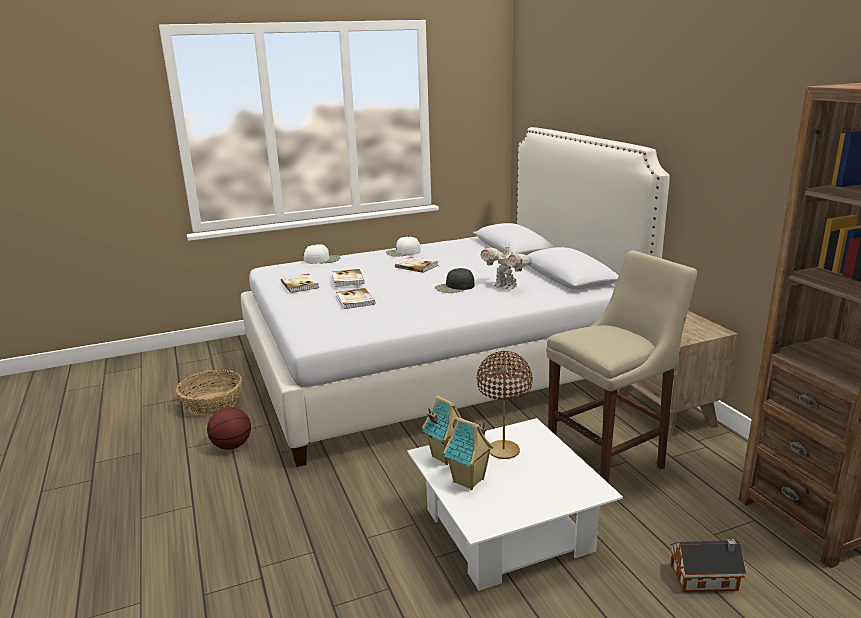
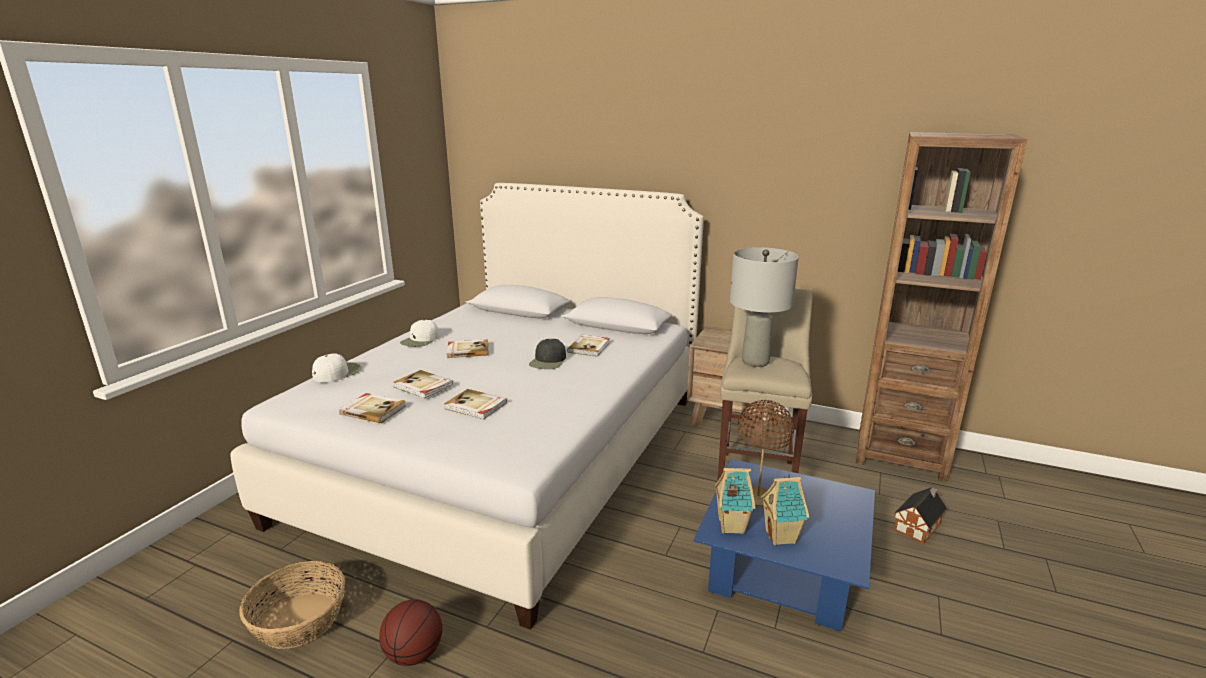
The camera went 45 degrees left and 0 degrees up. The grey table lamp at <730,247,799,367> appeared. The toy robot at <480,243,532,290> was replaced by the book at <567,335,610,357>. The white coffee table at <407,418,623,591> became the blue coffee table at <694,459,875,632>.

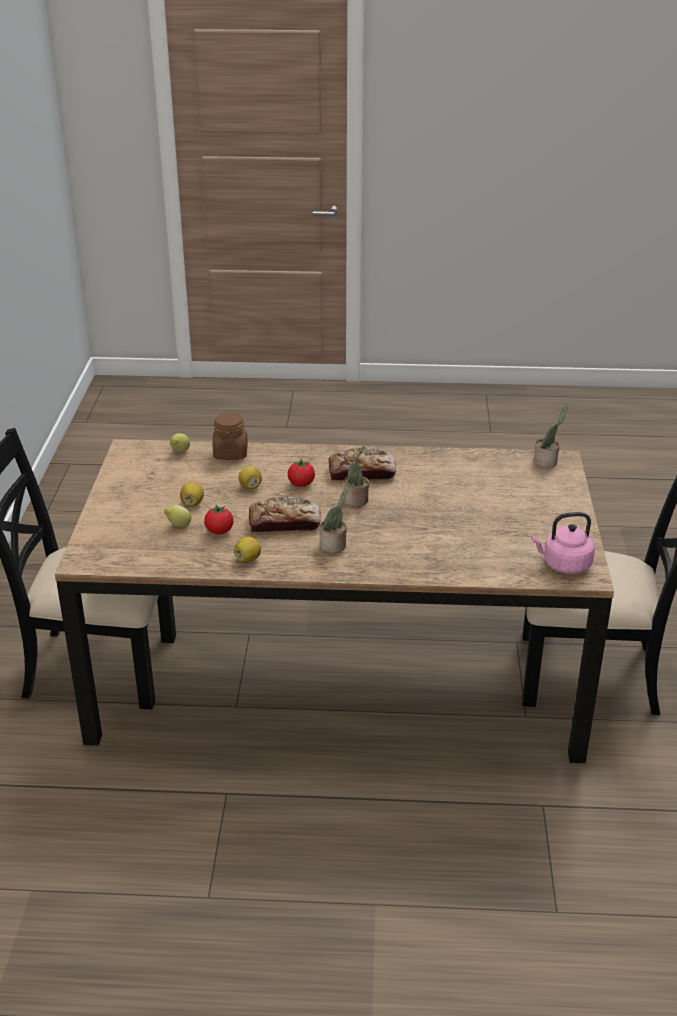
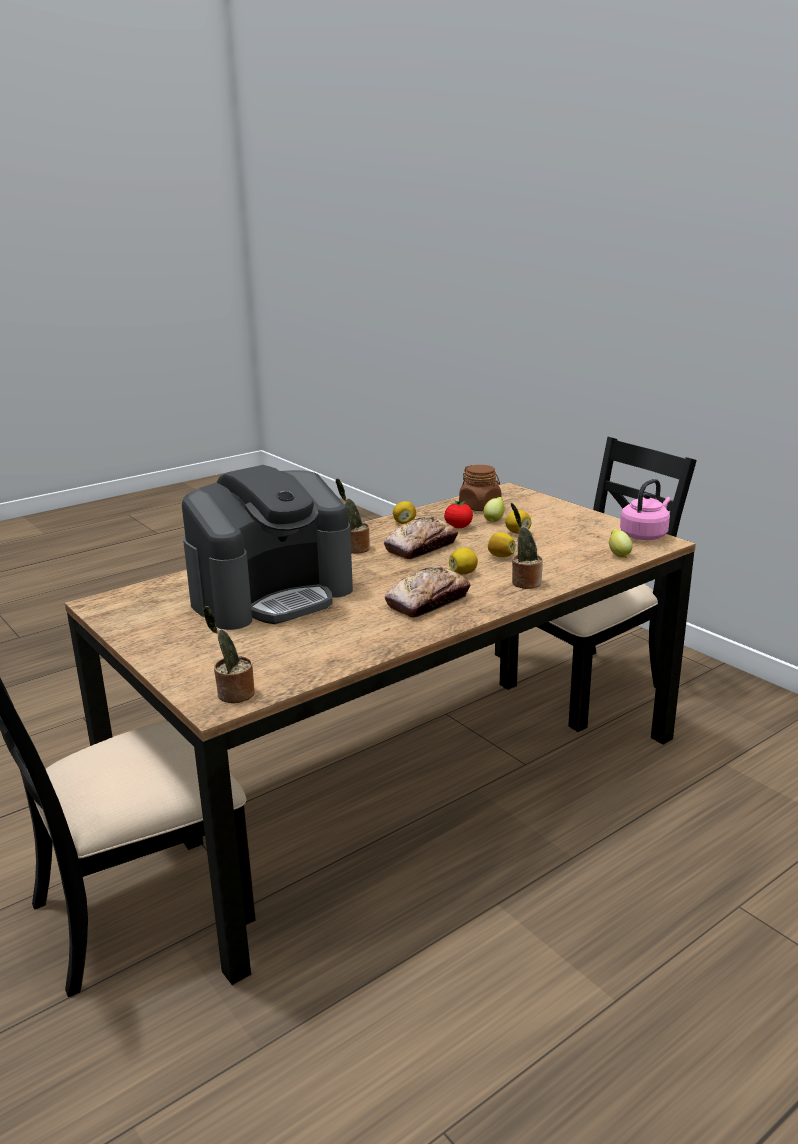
The camera went 140 degrees right and 10 degrees down. The coffee machine at <182,465,353,630> appeared. The brown jar moved from <213,413,248,460> to <459,465,502,511>. The potted plant moved from <343,446,369,507> to <511,503,543,589>. The pink kettle moved from <531,512,595,574> to <620,479,671,540>. The tomato at <288,459,315,487> was replaced by the lemon at <449,548,478,574>.

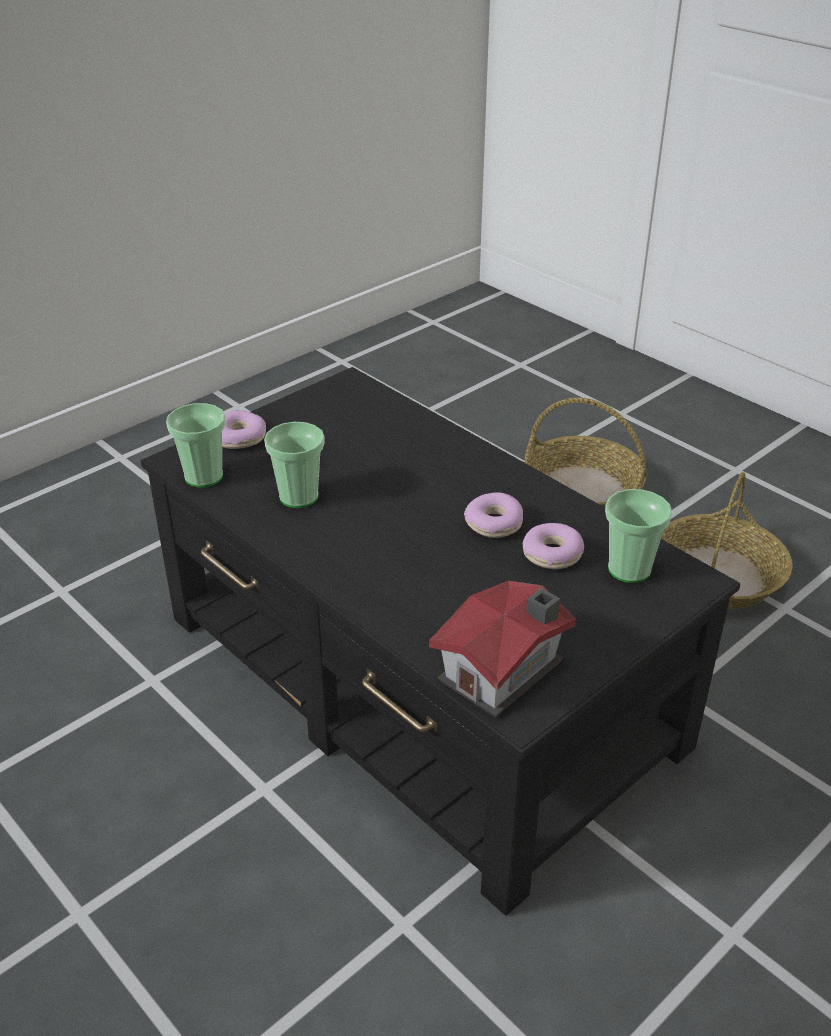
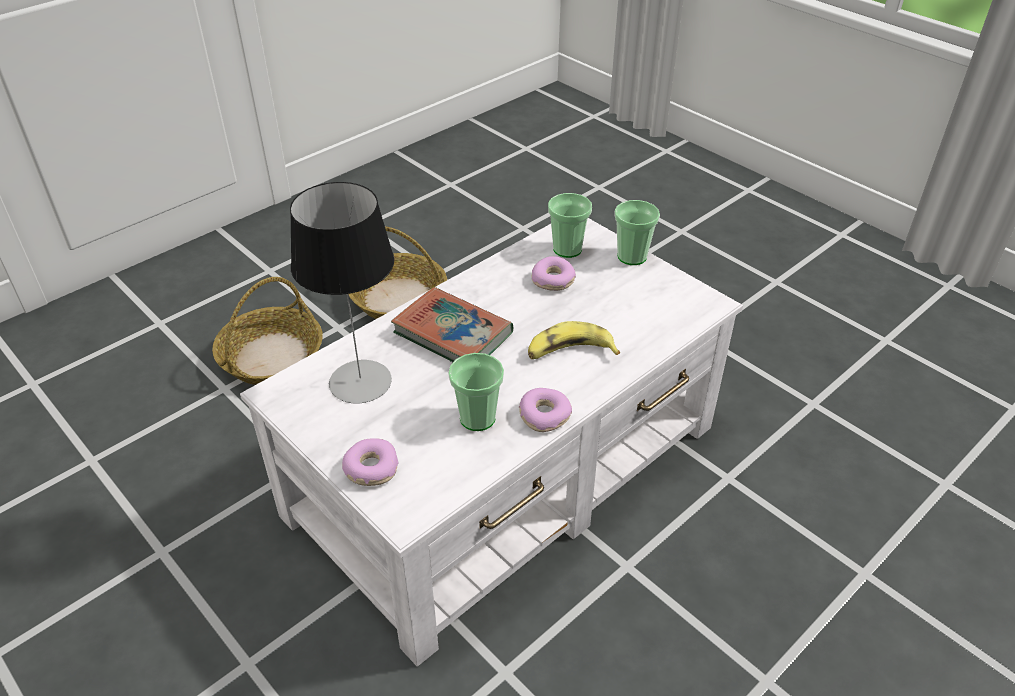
The camera went 90 degrees left and 5 degrees up. The toy house at <429,581,576,717> disappeared. The table lamp at <290,182,394,403> appeared. The book at <391,287,513,362> appeared. The banana at <528,321,620,359> appeared. The cup moved from <166,403,226,488> to <614,200,660,265>. The donut moved from <464,492,523,538> to <519,388,572,432>. The black coffee table at <140,367,741,916> became the white coffee table at <240,218,743,667>.

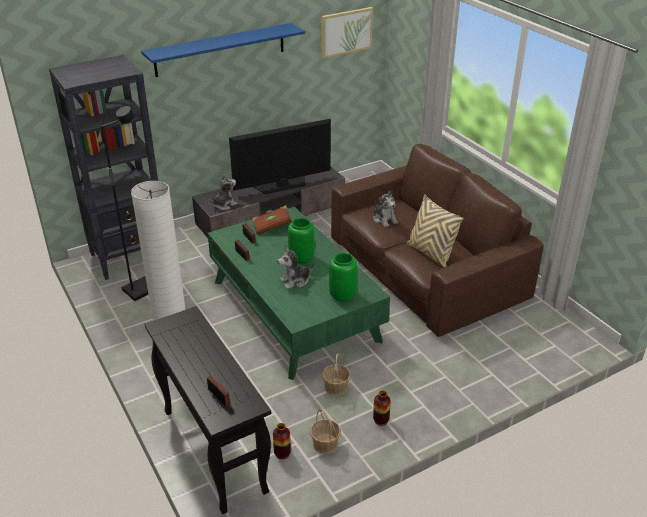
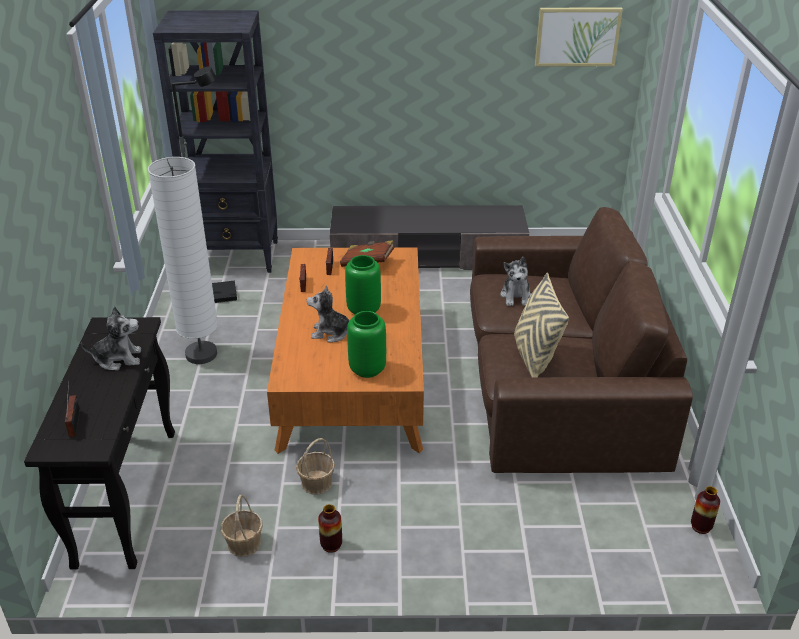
The camera went 30 degrees right and 0 degrees up. The blue shelf at <141,23,305,77> disappeared. The television at <229,119,331,194> disappeared. The plush toy moved from <208,174,238,210> to <81,306,141,371>. The vase moved from <273,423,291,459> to <691,486,720,534>. The green coffee table at <208,207,390,380> became the orange coffee table at <267,247,424,454>.

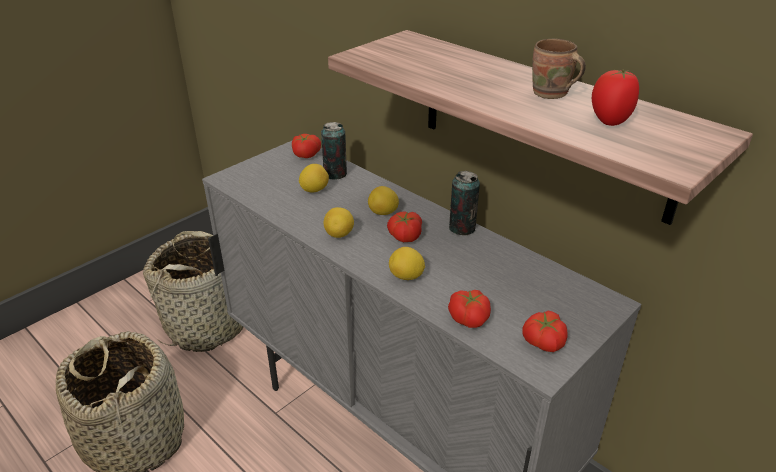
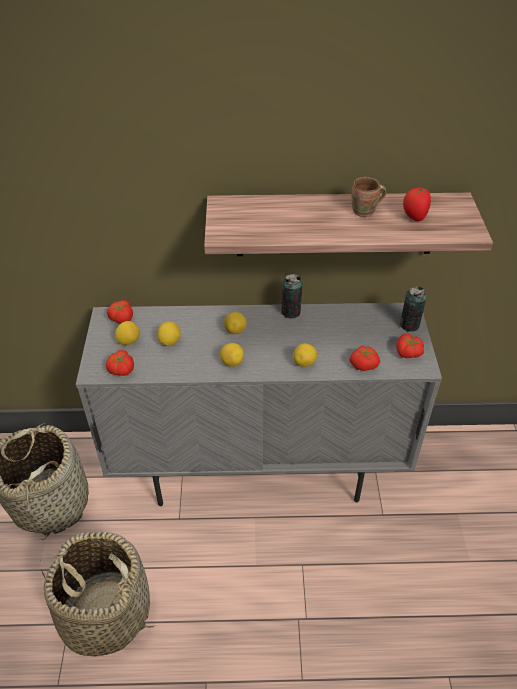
The camera went 45 degrees left and 10 degrees up. The lemon at <115,321,140,345> appeared. The can moved from <321,122,347,180> to <400,286,427,332>. The tomato moved from <387,212,422,242> to <106,350,134,376>.

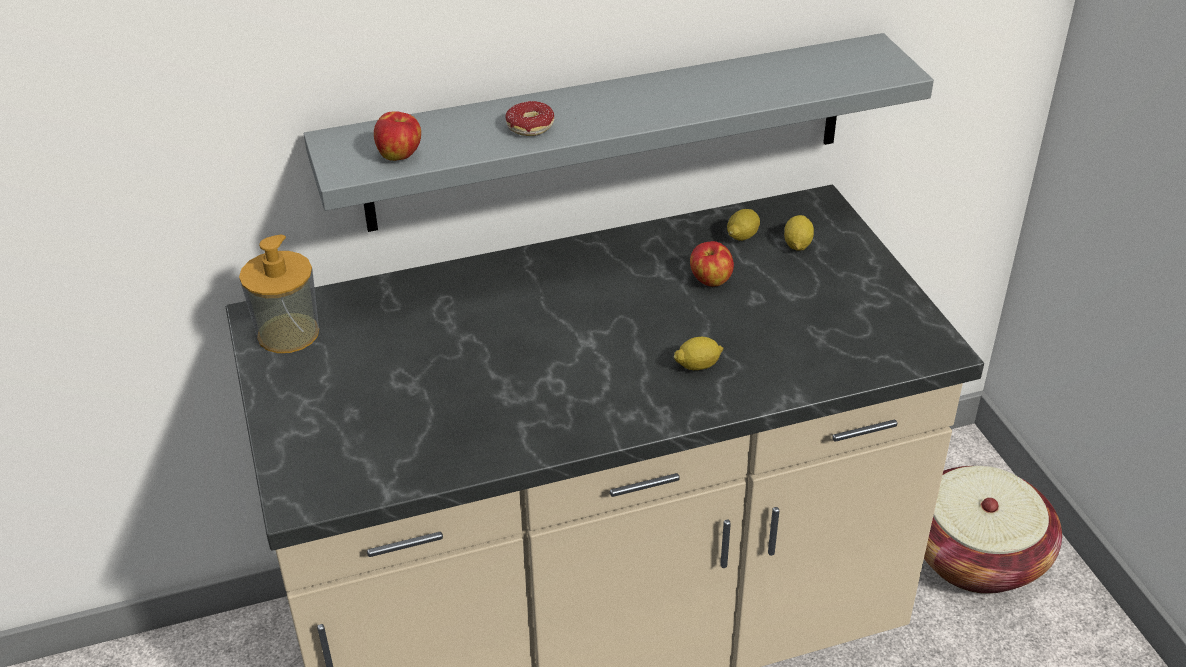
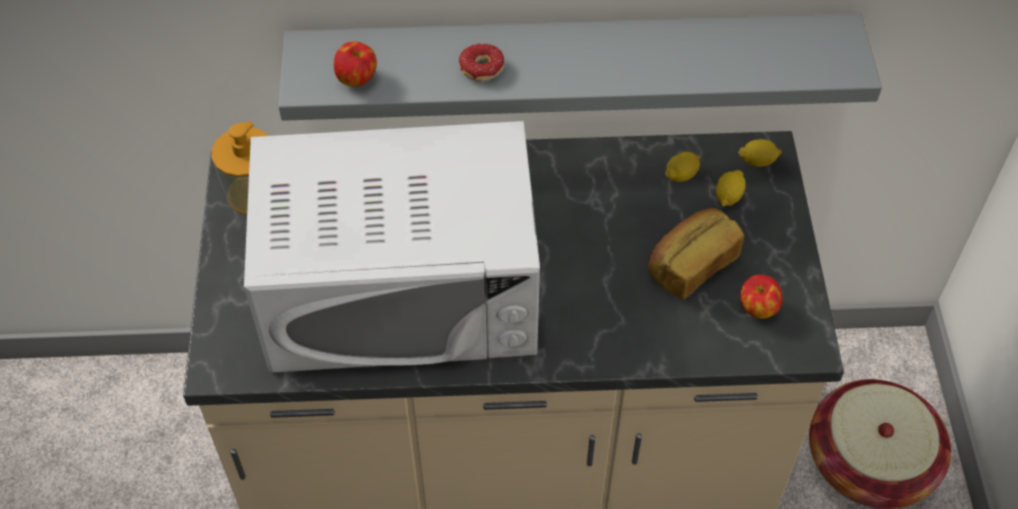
The camera went 15 degrees right and 15 degrees up. The white microwave at <244,121,540,372> appeared. The bread at <648,208,744,300> appeared. The lemon moved from <674,337,723,370> to <738,139,782,167>. The apple moved from <690,241,734,286> to <741,275,783,319>.

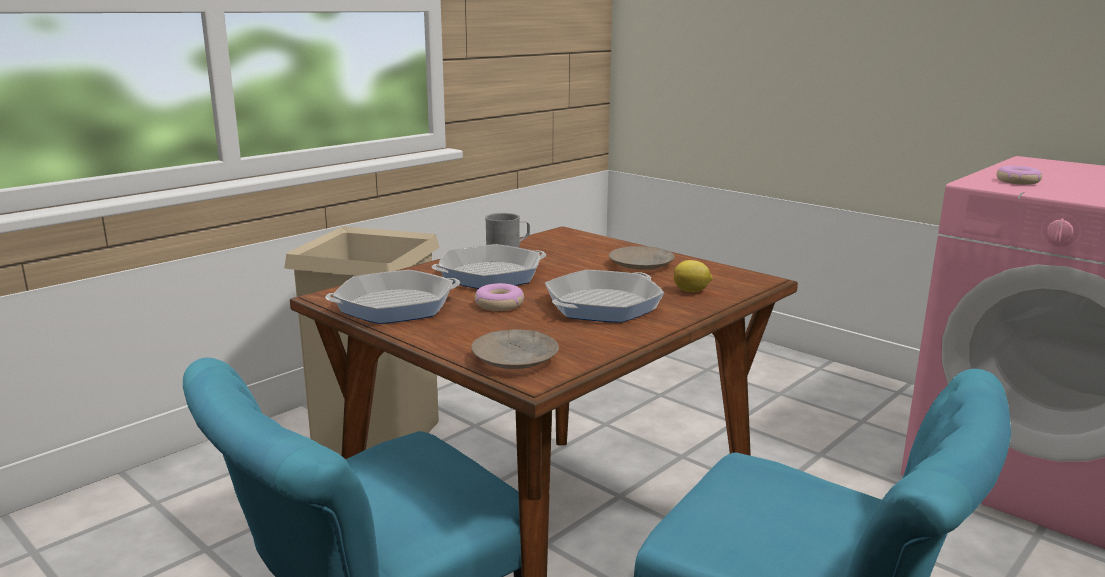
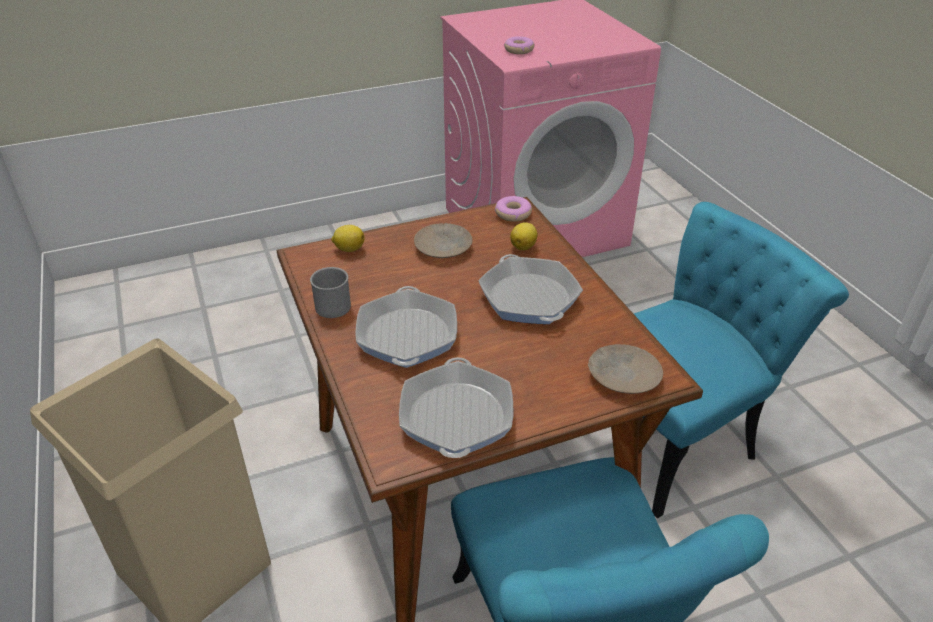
The camera went 65 degrees left and 20 degrees up. The lemon at <331,225,365,252> appeared. The donut moved from <475,283,524,311> to <495,196,532,222>.

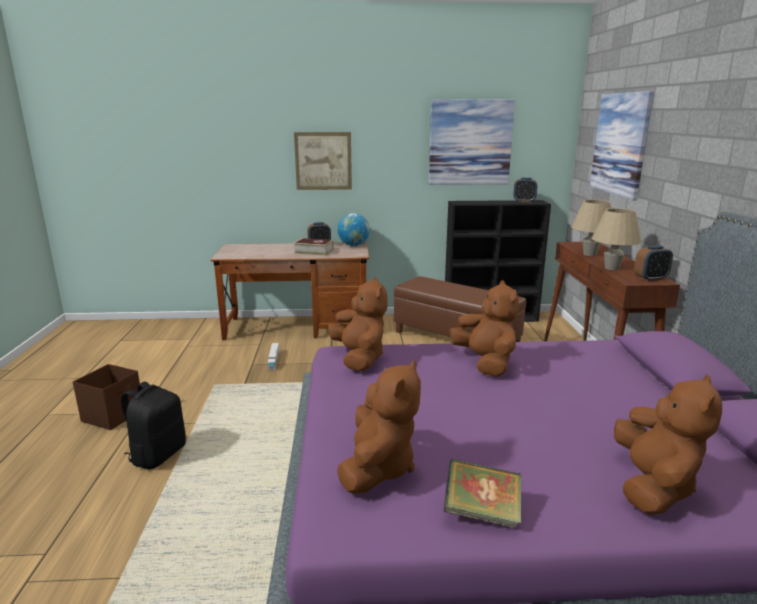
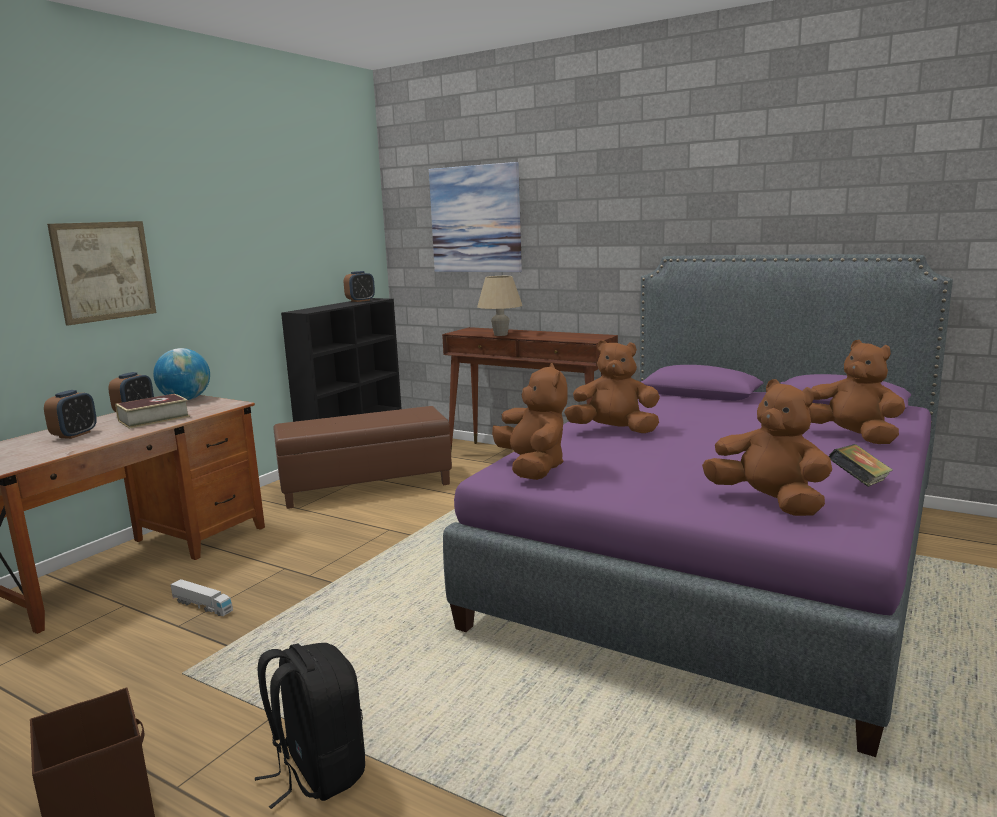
The camera went 55 degrees left and 5 degrees down. The picture at <429,99,515,185> disappeared. The beige table lamp at <592,208,642,270> disappeared. The alarm clock moved from <634,245,673,281> to <44,390,97,439>. The brown plush toy at <328,277,388,371> turned 60 degrees clockwise.

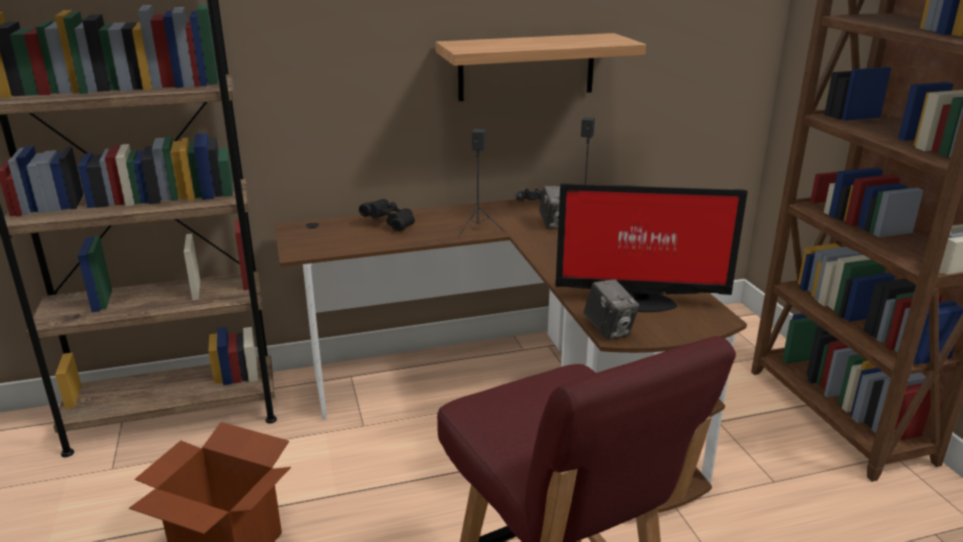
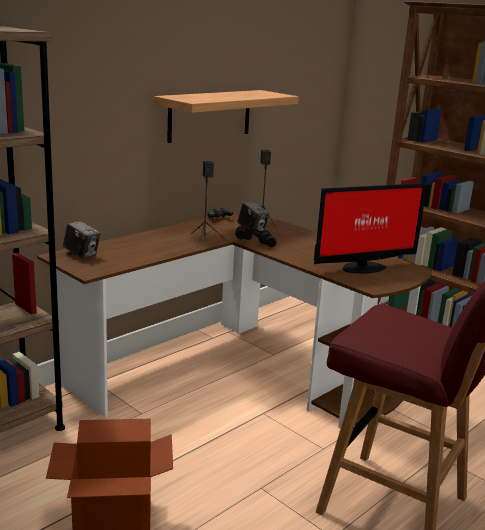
The camera went 30 degrees left and 5 degrees down. The black binoculars moved from <359,199,415,232> to <235,225,277,247>. The photo camera moved from <584,279,640,340> to <63,221,101,258>.

